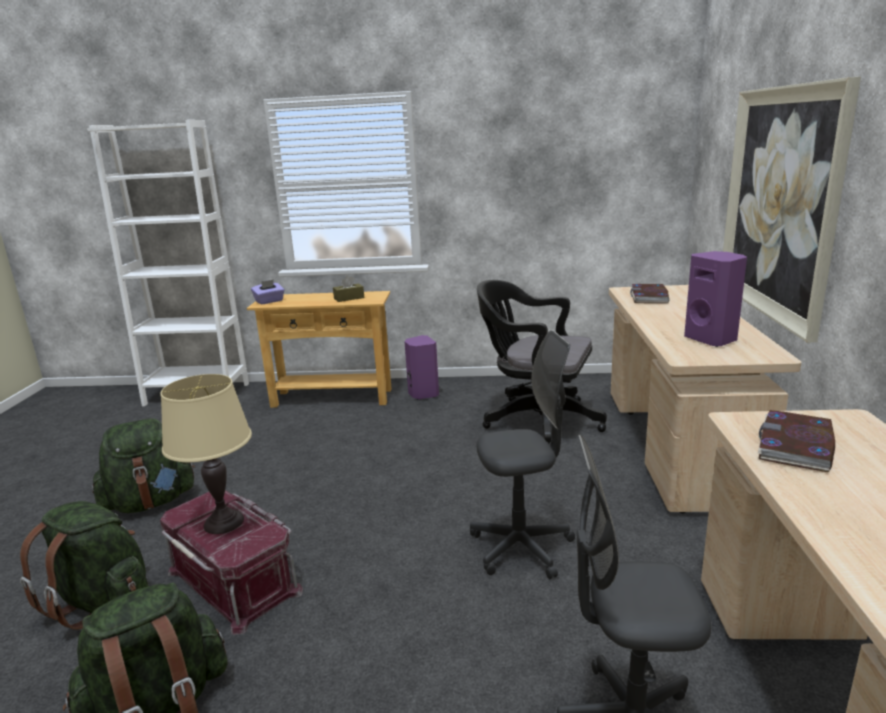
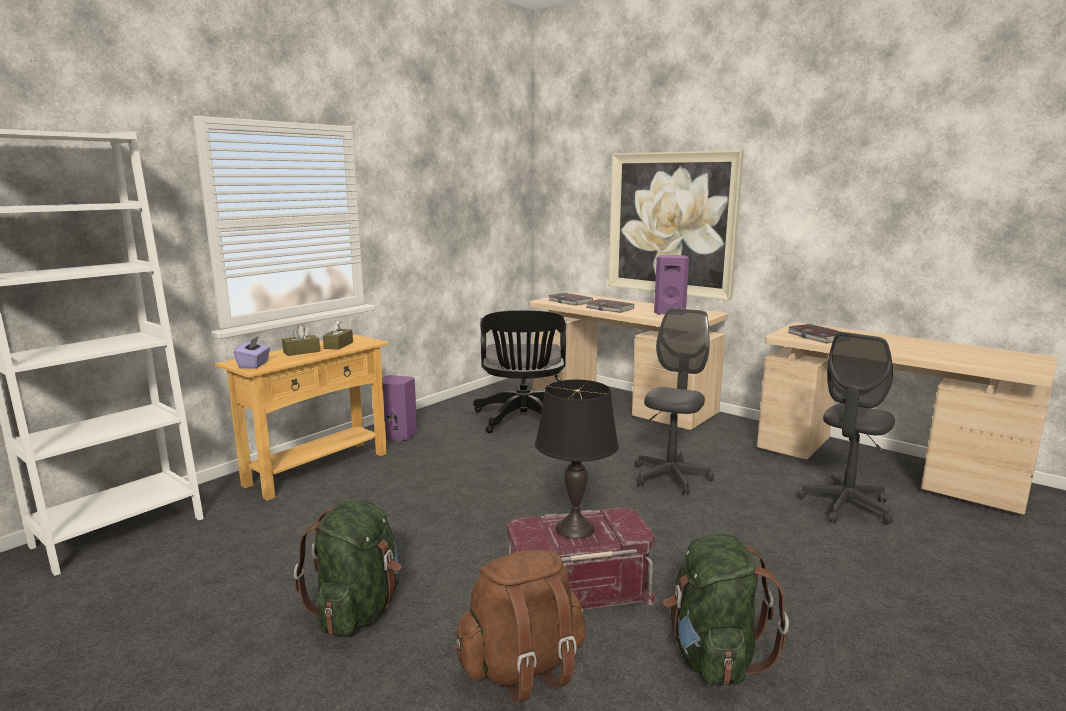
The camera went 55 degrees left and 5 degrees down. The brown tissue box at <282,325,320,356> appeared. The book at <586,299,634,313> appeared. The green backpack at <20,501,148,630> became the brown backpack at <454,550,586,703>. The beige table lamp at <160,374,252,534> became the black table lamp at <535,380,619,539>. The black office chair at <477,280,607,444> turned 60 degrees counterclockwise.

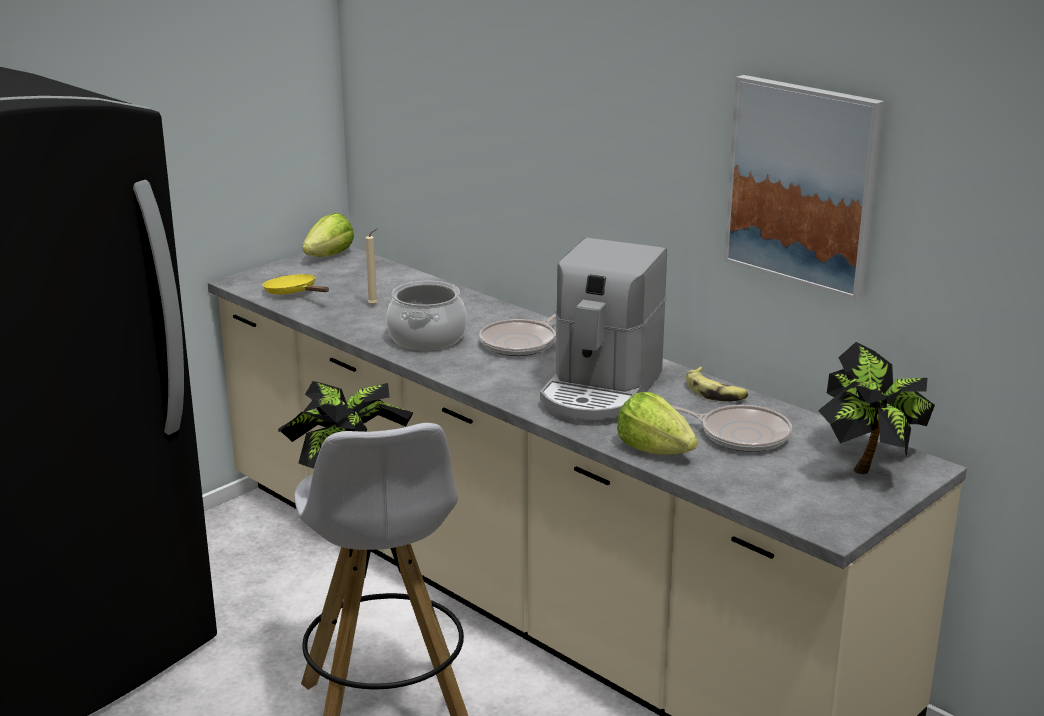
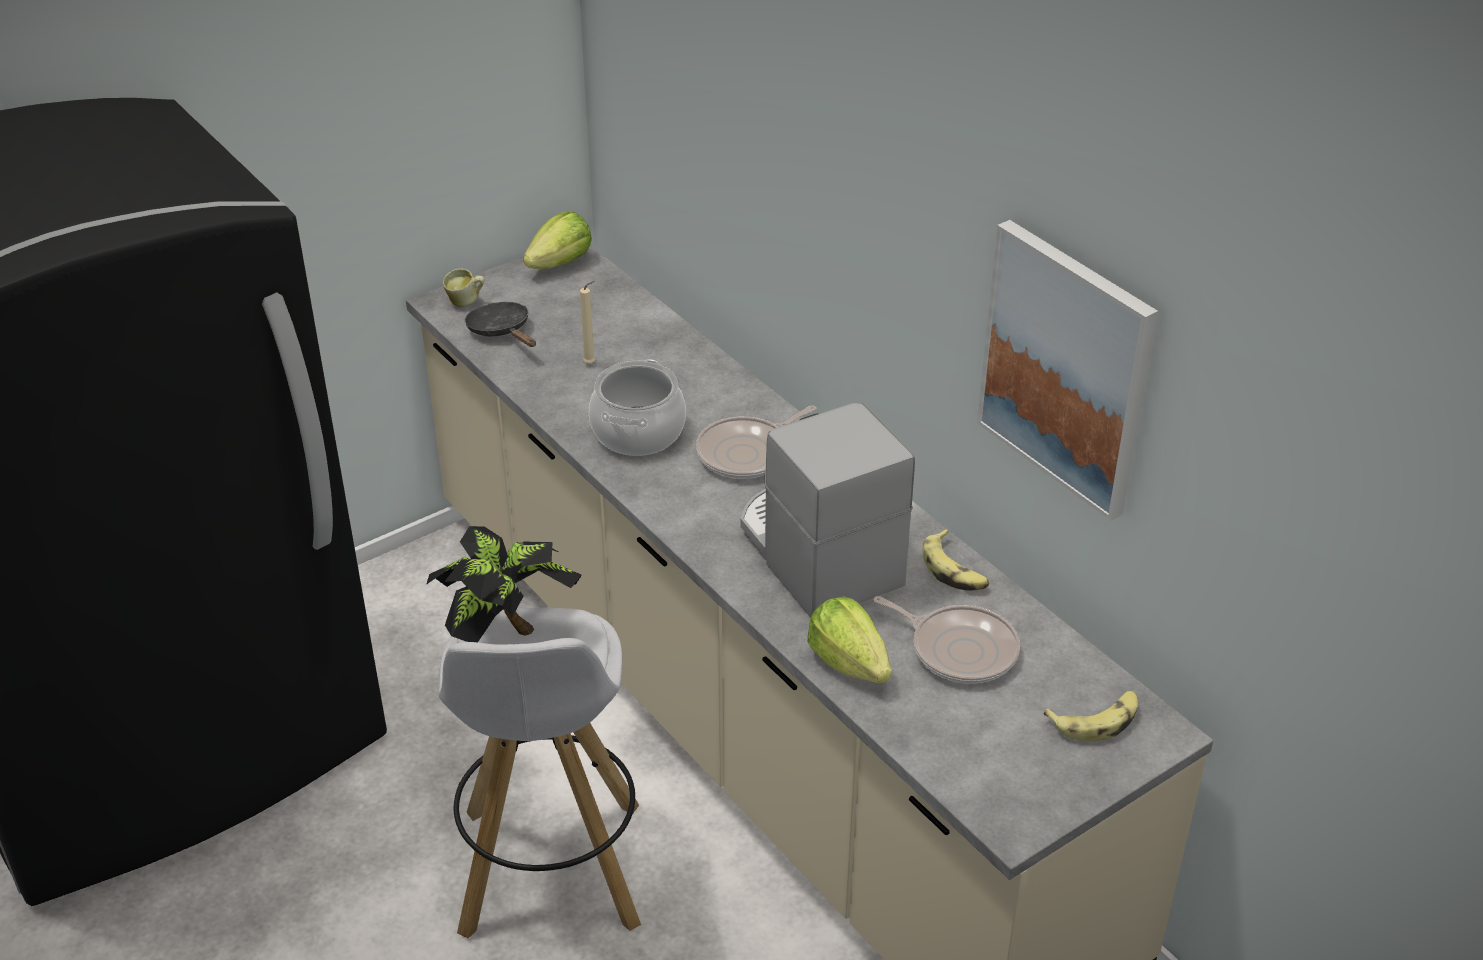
The camera went 10 degrees right and 15 degrees up. The mug at <443,268,484,307> appeared. The potted plant at <818,342,935,474> was replaced by the banana at <1044,691,1138,741>. The yellow frying pan at <263,274,329,294> became the black frying pan at <465,302,536,347>. The coffee machine at <540,238,667,426> turned 120 degrees clockwise.

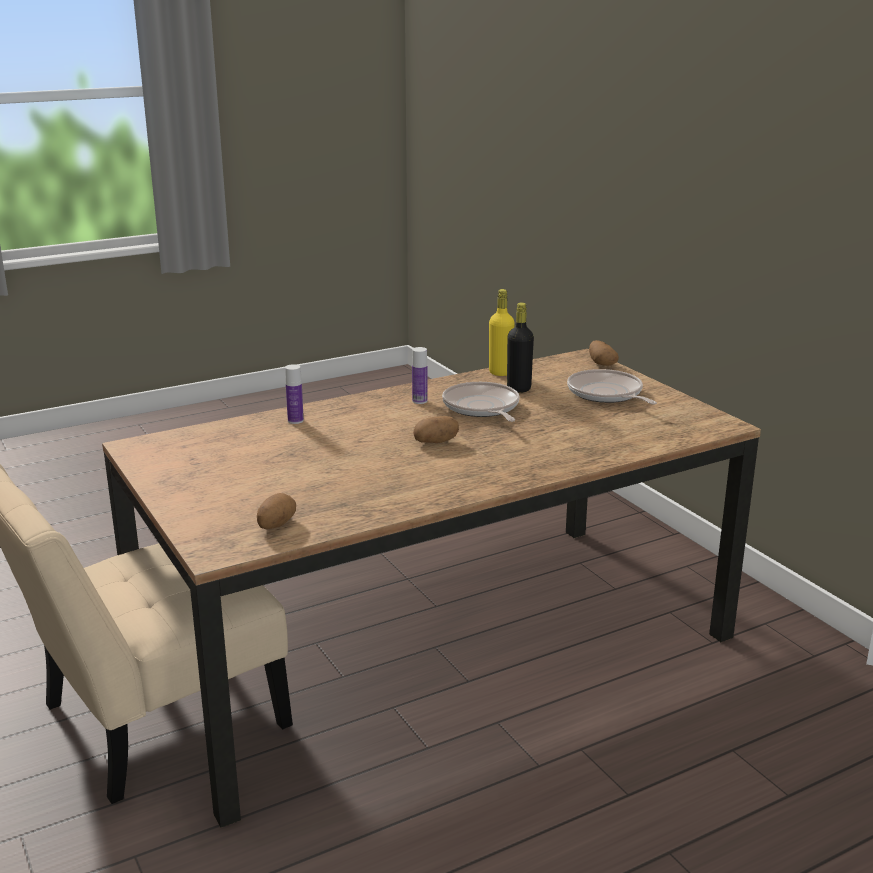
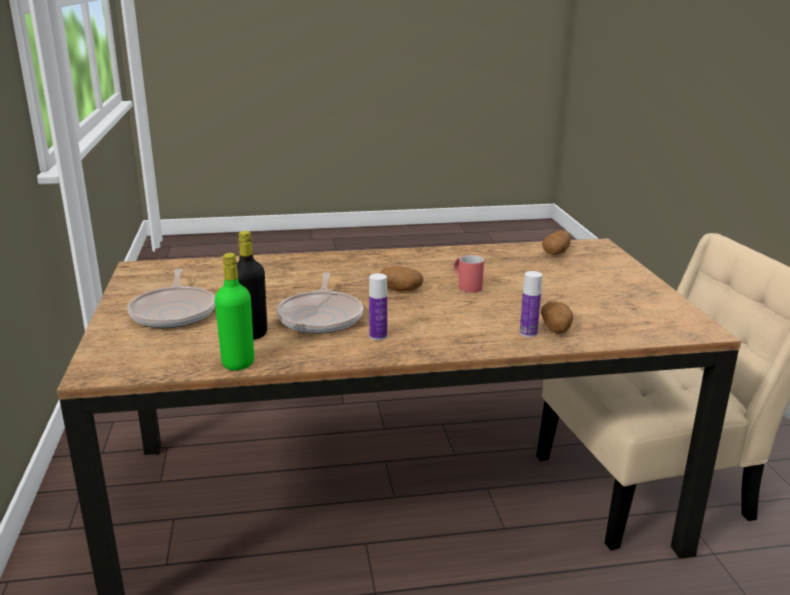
The camera went 160 degrees left and 0 degrees up. The red mug at <453,255,484,293> appeared. The potato moved from <589,340,619,366> to <541,301,573,334>. The yellow bottle at <489,289,515,376> became the green bottle at <215,253,254,370>.

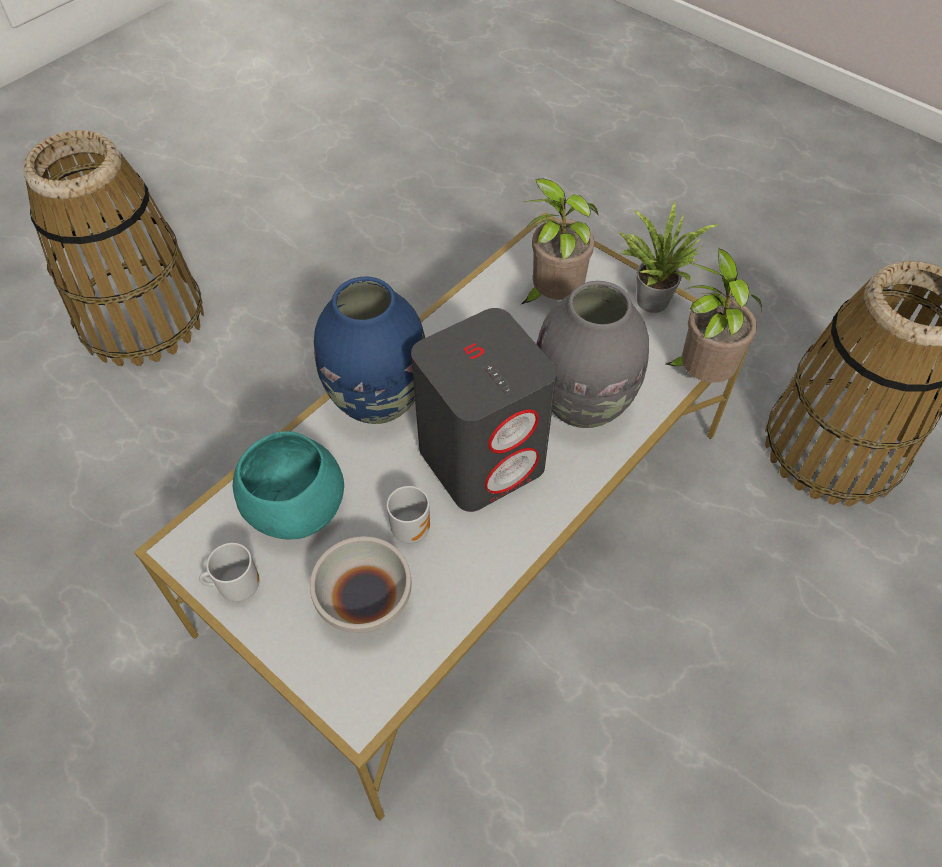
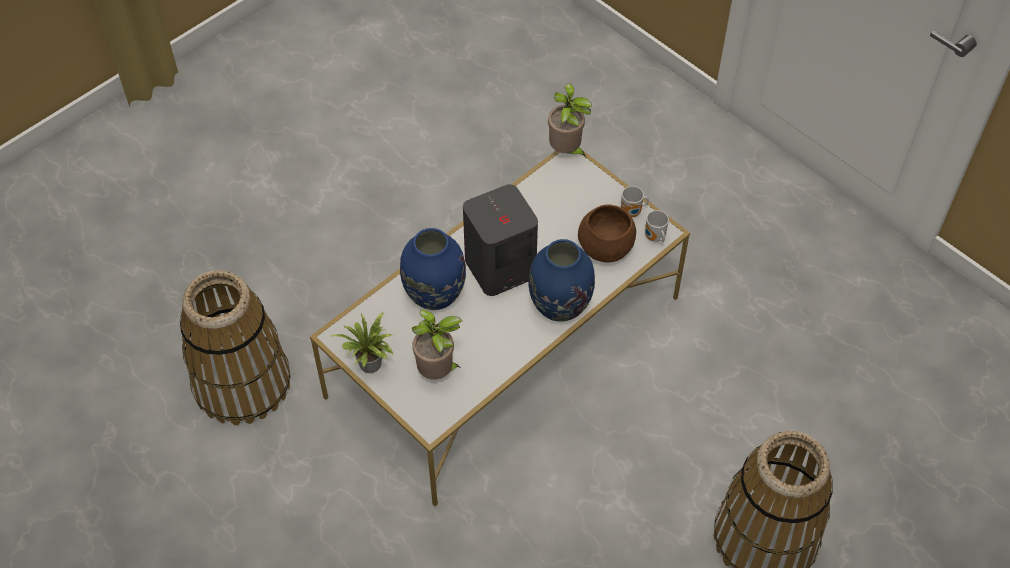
The camera went 175 degrees left and 0 degrees up. The white bowl at <310,536,412,633> disappeared. The mug moved from <387,486,430,543> to <645,210,669,242>. The potted plant moved from <666,248,762,383> to <548,83,592,158>. The turquoise bowl at <233,431,344,540> became the brown bowl at <578,205,636,262>. The grey vase at <536,281,649,428> became the blue vase at <400,228,466,310>.

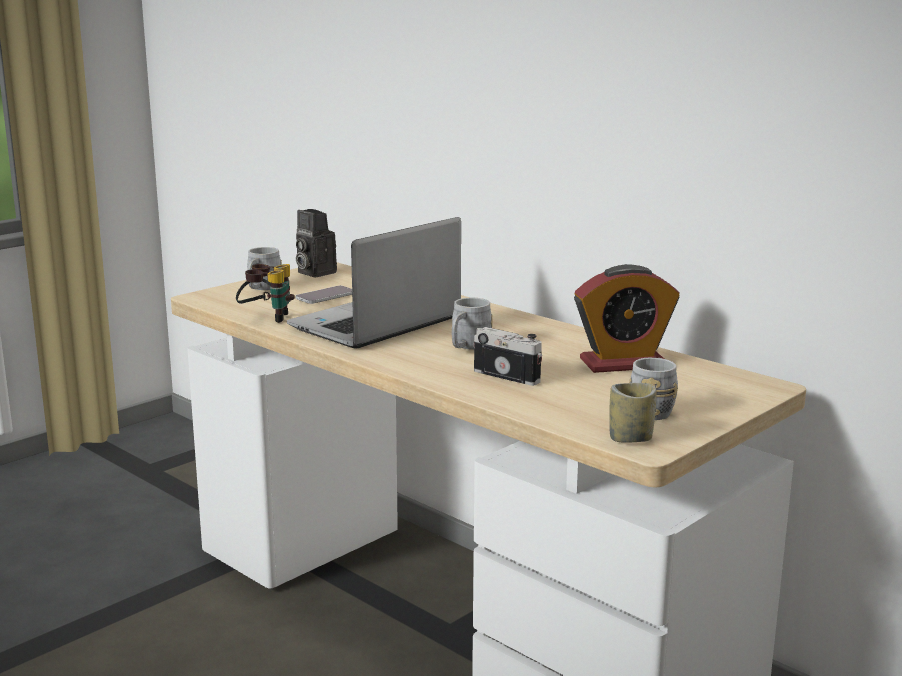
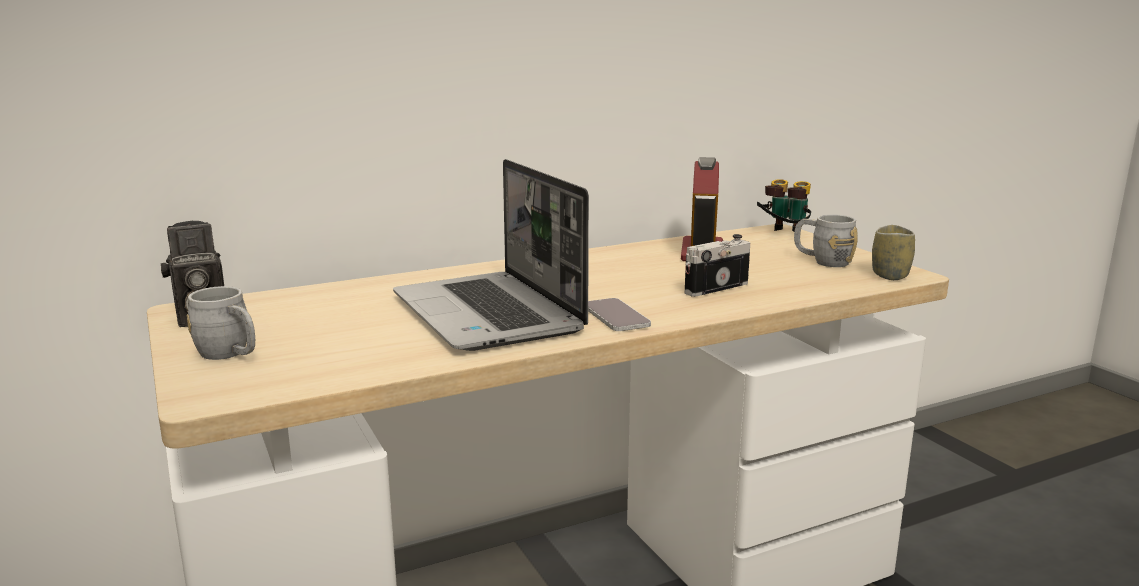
The camera went 70 degrees left and 0 degrees up. The grey mug at <452,298,493,349> disappeared. The binoculars moved from <236,264,295,323> to <757,179,811,232>. The phone moved from <295,286,352,304> to <588,298,651,331>.

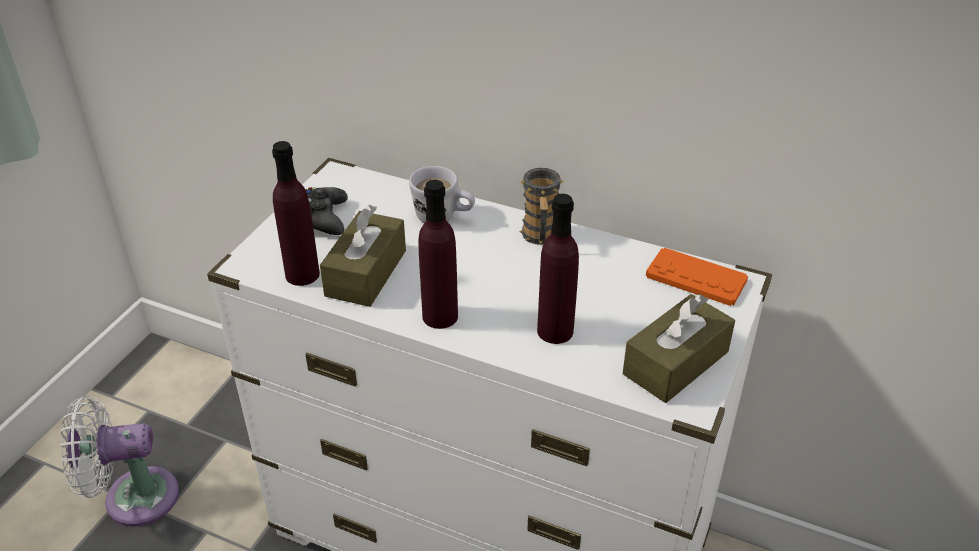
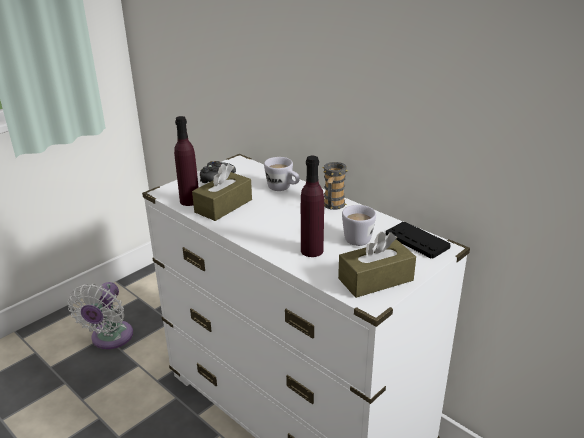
The camera went 20 degrees right and 10 degrees down. The purple bottle at <418,180,458,329> disappeared. The white mug at <342,205,376,246> appeared. The orange game controller at <646,248,748,306> became the black game controller at <386,222,451,258>. The white fan at <60,396,179,527> turned 90 degrees counterclockwise.

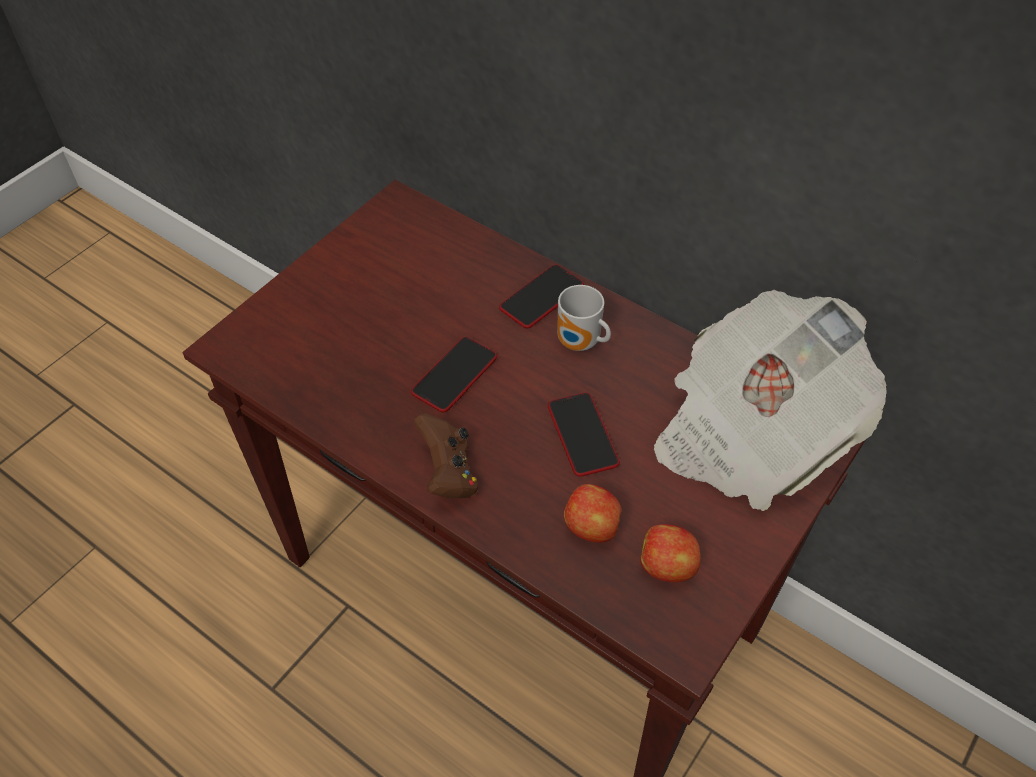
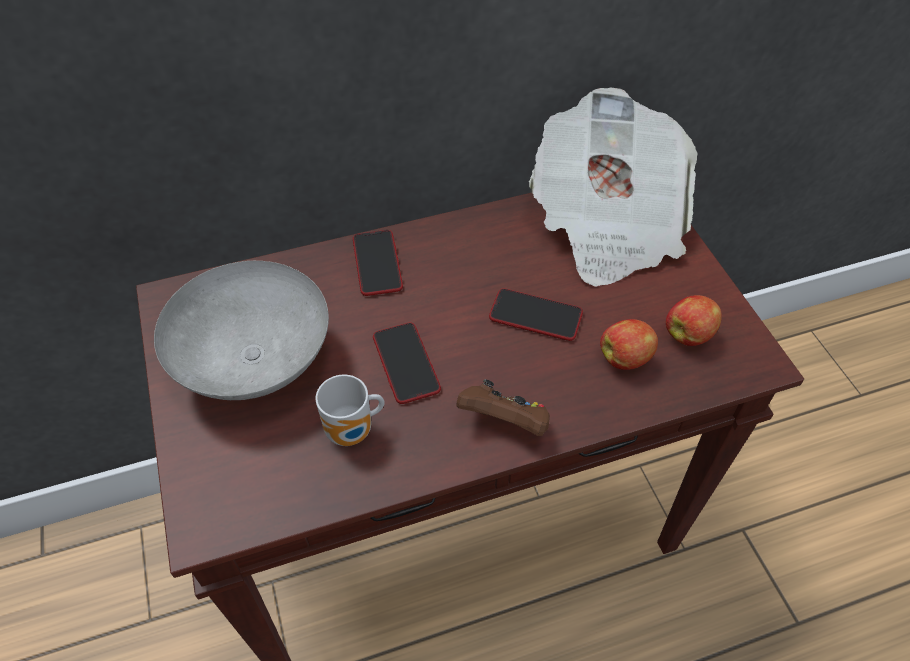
The camera went 55 degrees left and 0 degrees up. The grey bowl at <154,261,329,400> appeared. The mug moved from <557,285,611,351> to <316,375,385,446>.

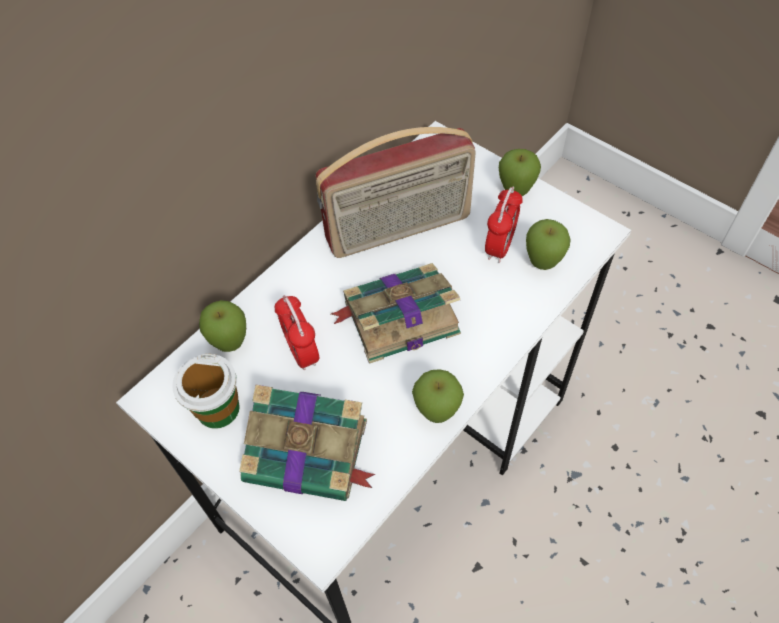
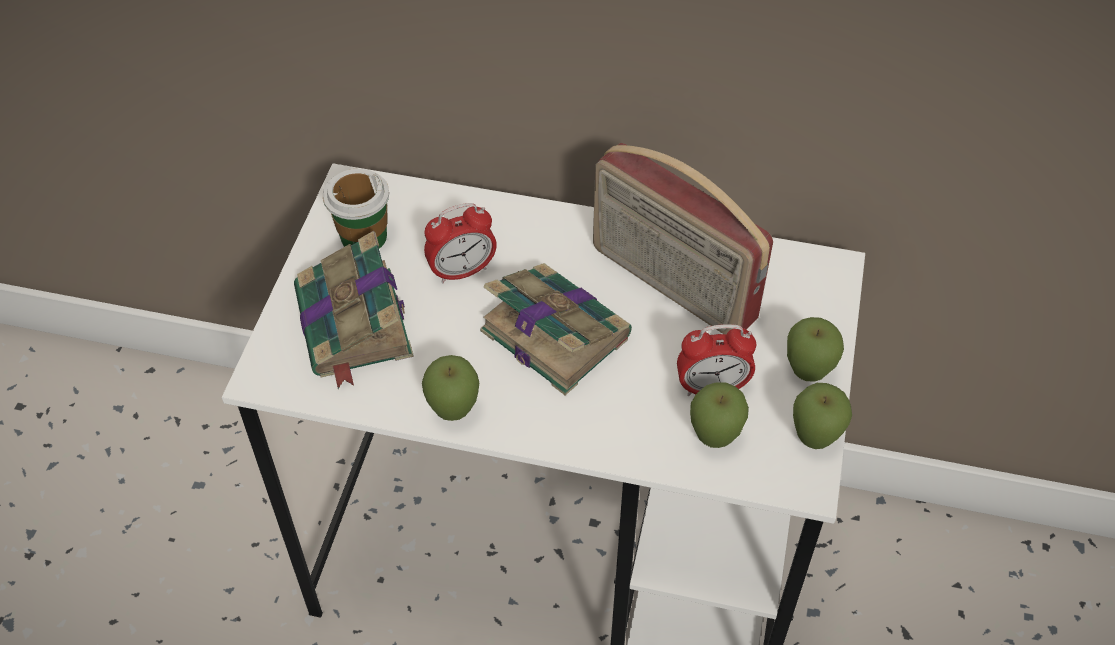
The camera went 60 degrees right and 5 degrees down. The apple moved from <199,300,246,352> to <793,383,852,449>. The alarm clock at <275,295,320,370> turned 150 degrees counterclockwise.

